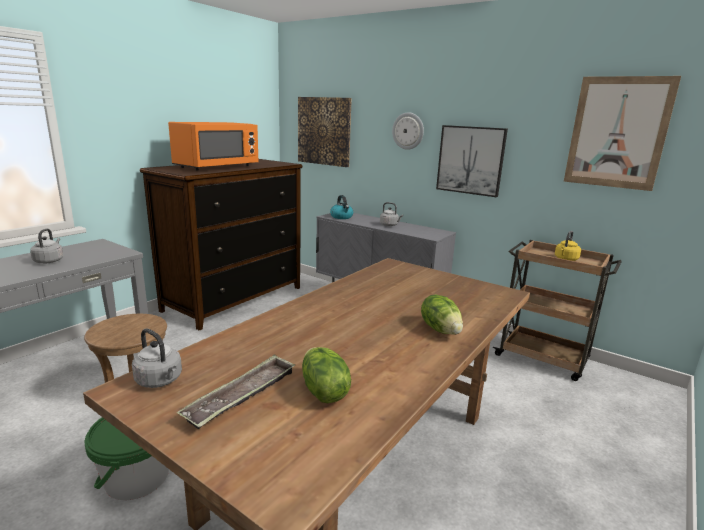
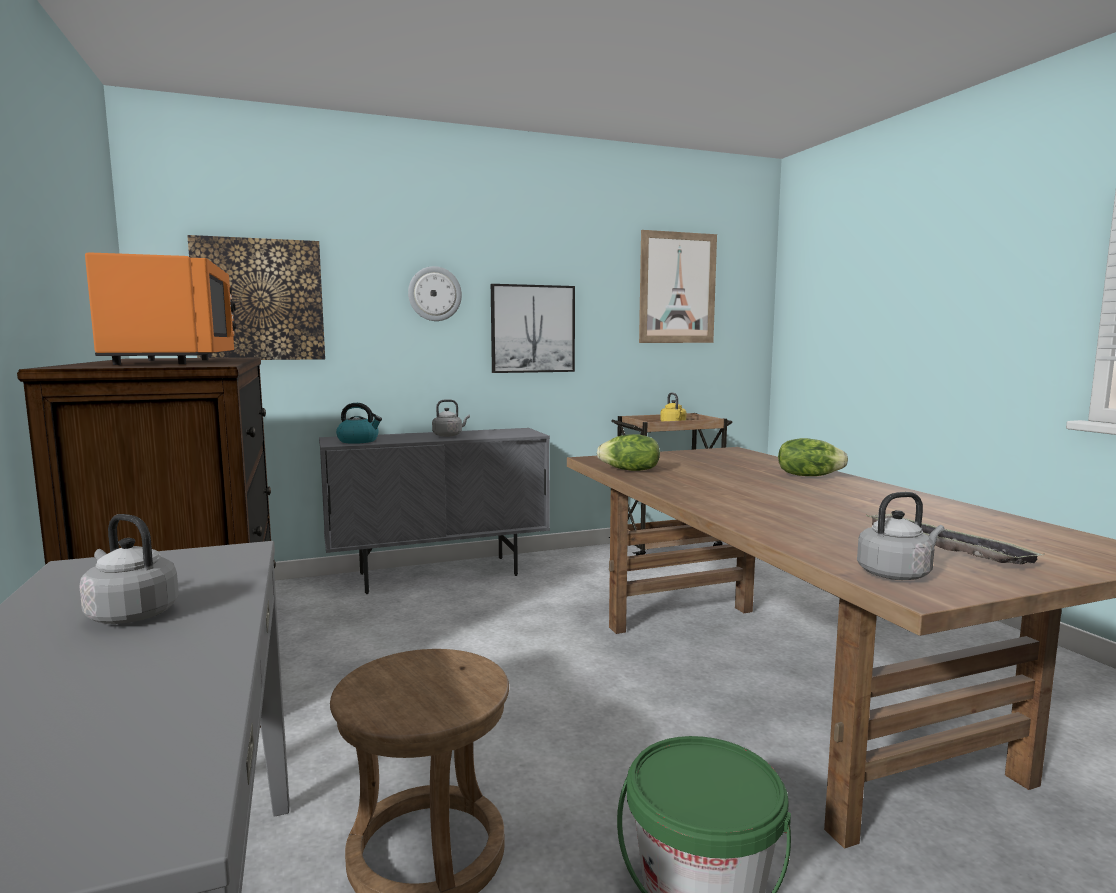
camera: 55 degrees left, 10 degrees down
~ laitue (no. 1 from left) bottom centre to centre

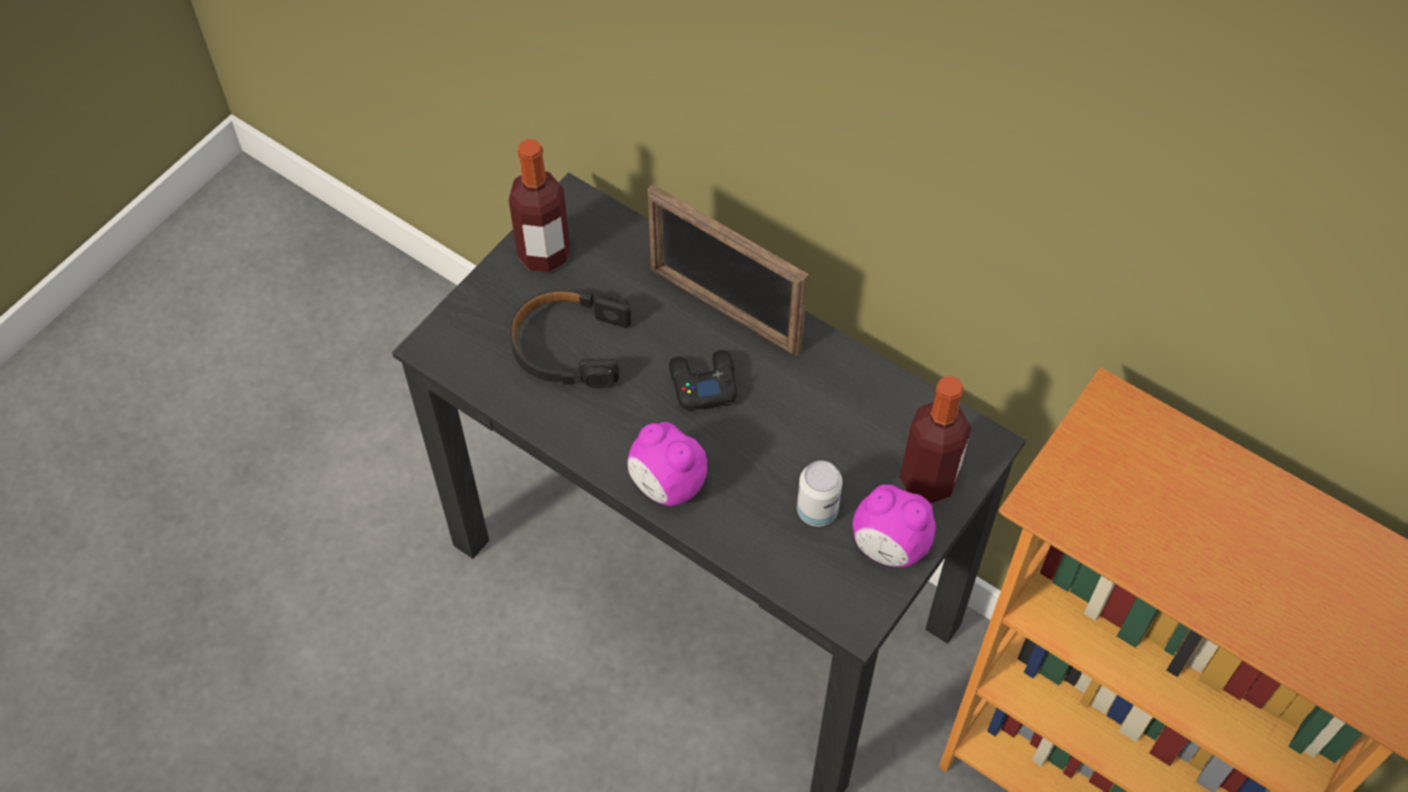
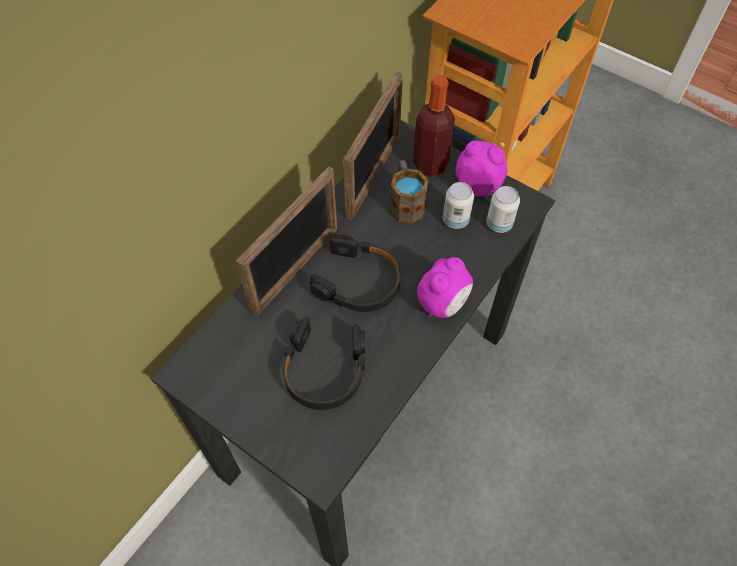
camera: 90 degrees left, 0 degrees up
- bouteille (no. 1 from left) top centre
~ manette (noir) centre to casque audio (noir) (no. 2 from left) centre
~ réveil (no. 2 from left) centre = top centre 90 degrees counterclockwise
+ cadre photo (no. 2 from left) top centre
+ mug centre
+ boîte métallique (no. 2 from left) middle right

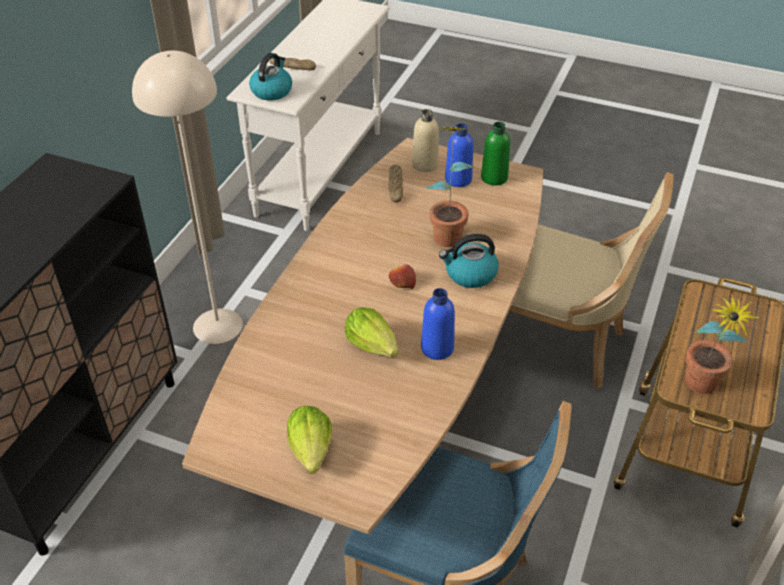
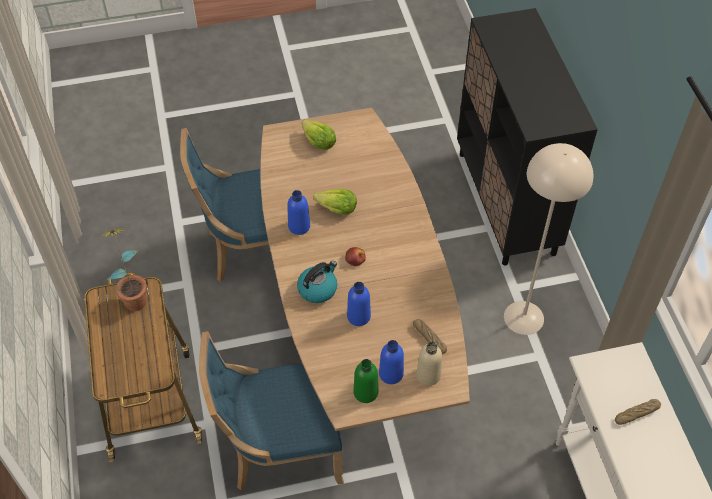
camera: 145 degrees right, 10 degrees up
- bouilloire (no. 1 from left) top centre
~ plante en pot (no. 1 from left) top centre to bouteille (bleu) (no. 2 from left) centre
~ chaise (beige) middle right to chaise (bleu) (no. 2 from left) bottom centre

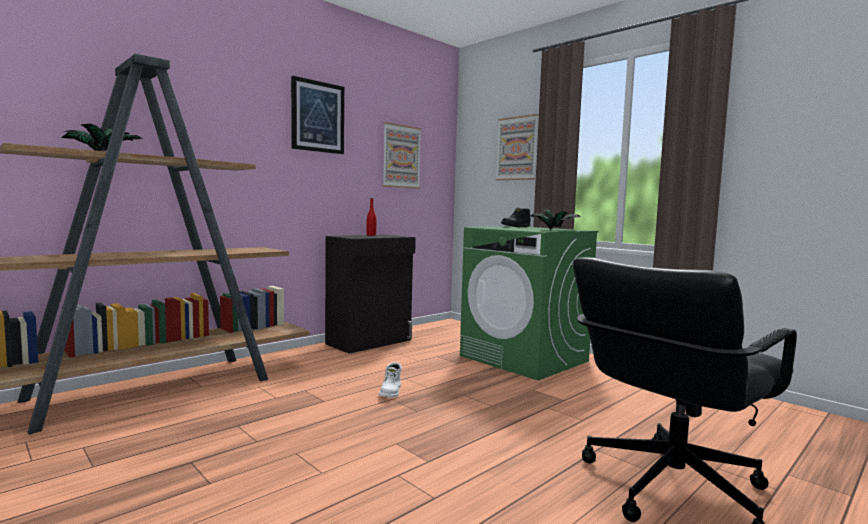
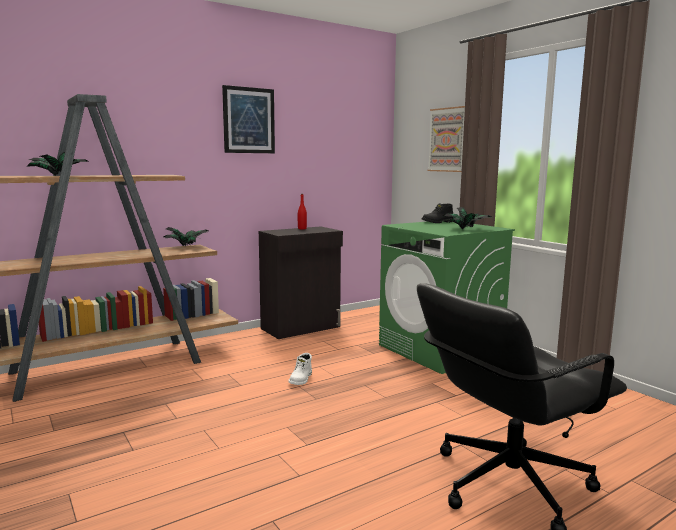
camera: 10 degrees right, 5 degrees up
- tableau (no. 2 from left) top centre
+ plante en pot (no. 2 from left) middle left

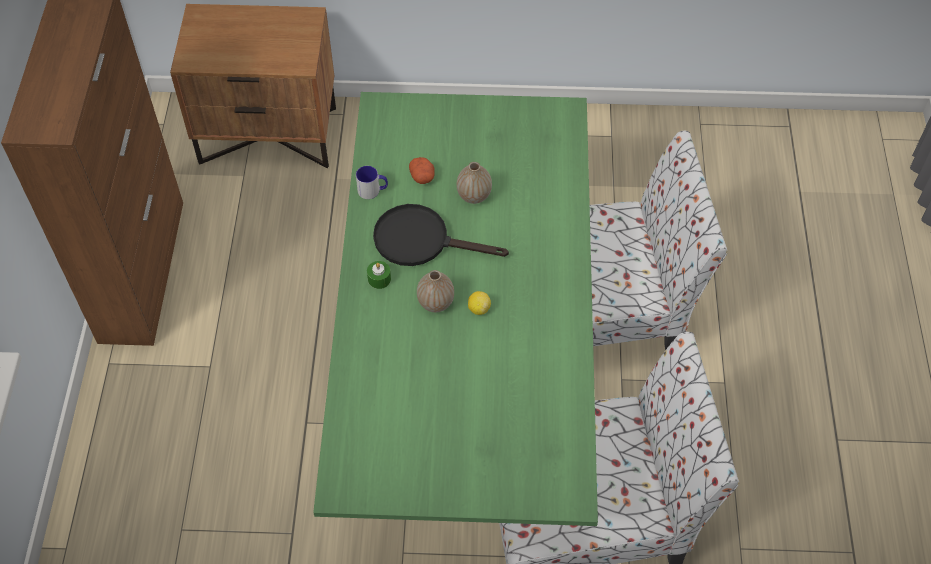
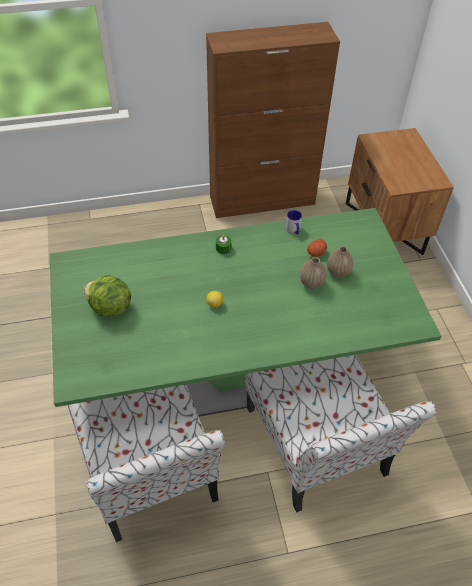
camera: 75 degrees right, 5 degrees down
- poêle (noir) centre
~ vase (no. 1 from left in the first image) centre to vase (no. 2 from left) middle right
+ laitue middle left

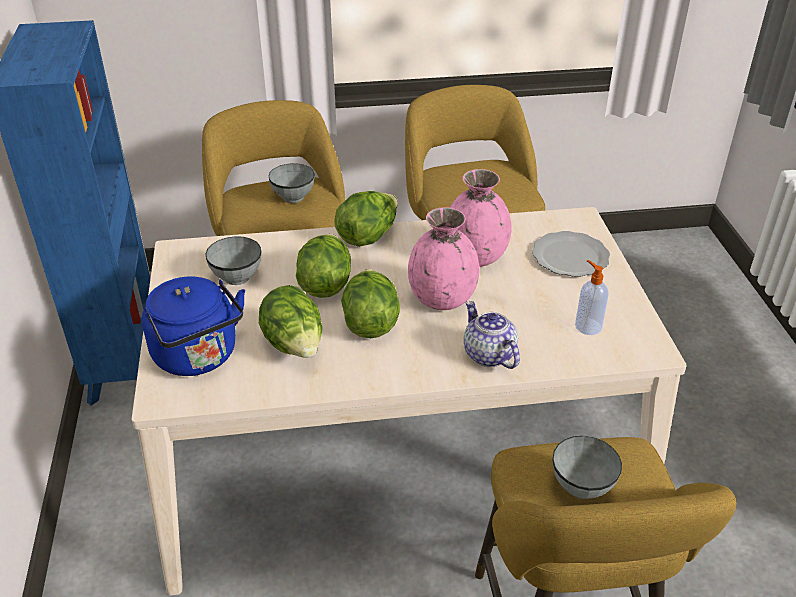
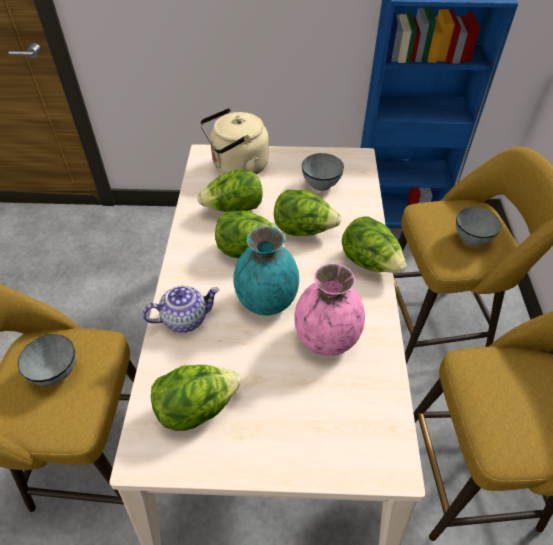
camera: 100 degrees right, 10 degrees up
~ vase (rose) (no. 1 from left) centre to vase (turquoise) centre
- assiette middle right
~ distributeur de savon middle right to laitue (no. 1 from left) bottom centre
~ bouilloire (bleu) middle left to bouilloire (beige) top centre

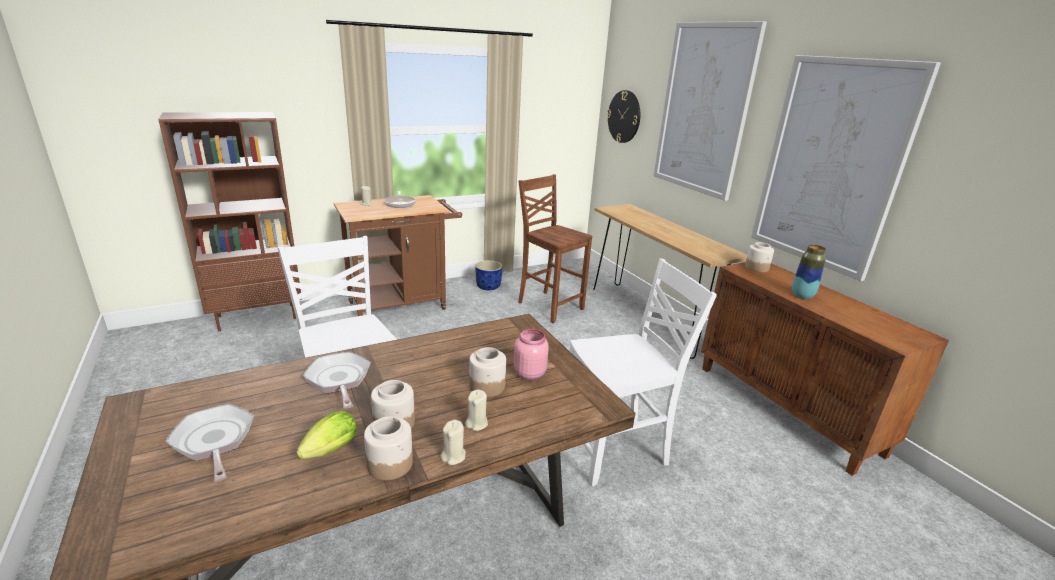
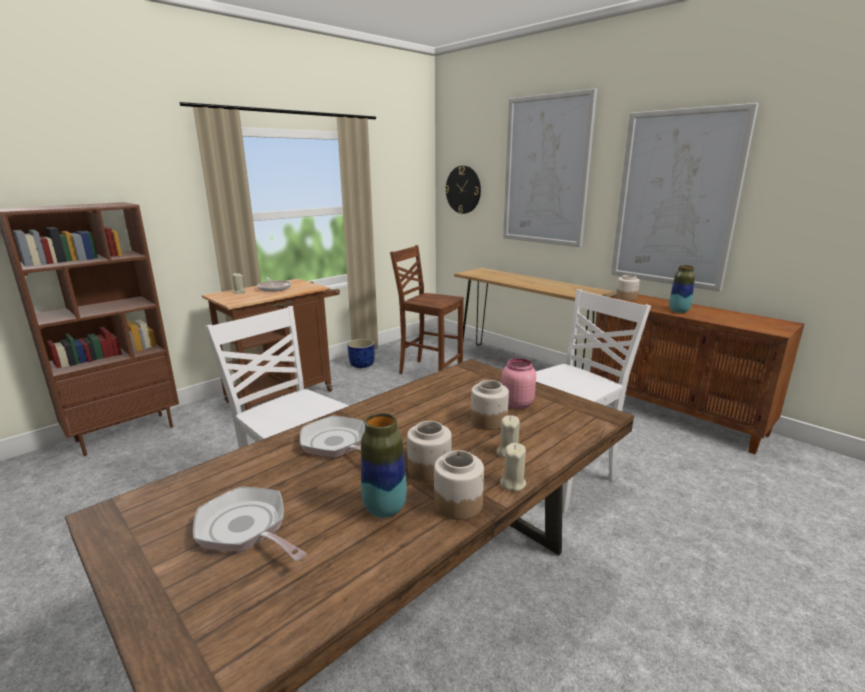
camera: 15 degrees left, 5 degrees down
~ laitue bottom left to vase (no. 1 from left) bottom centre

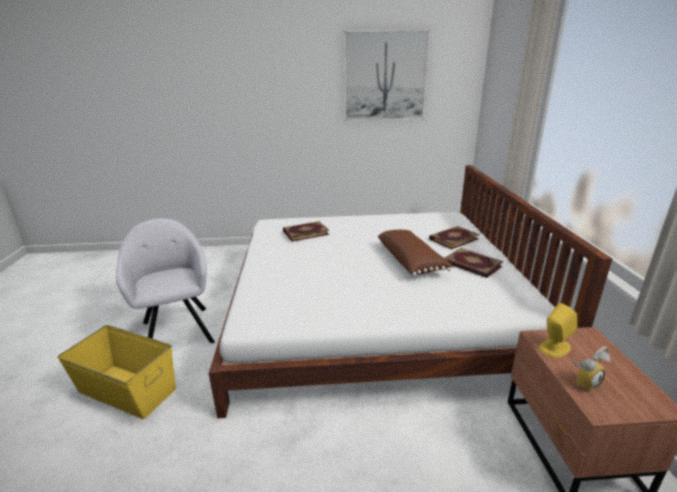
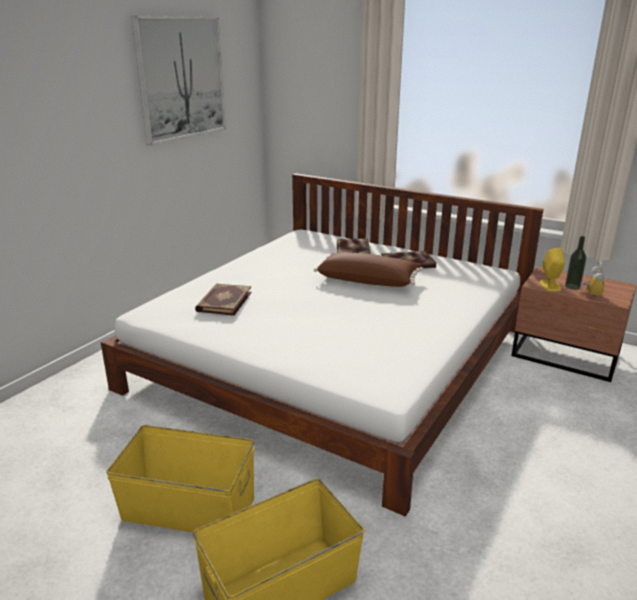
camera: 55 degrees left, 0 degrees up
~ fauteuil (gris) middle left to boîte de rangement (jaune) (no. 1 from left) bottom left
+ bouteille middle right

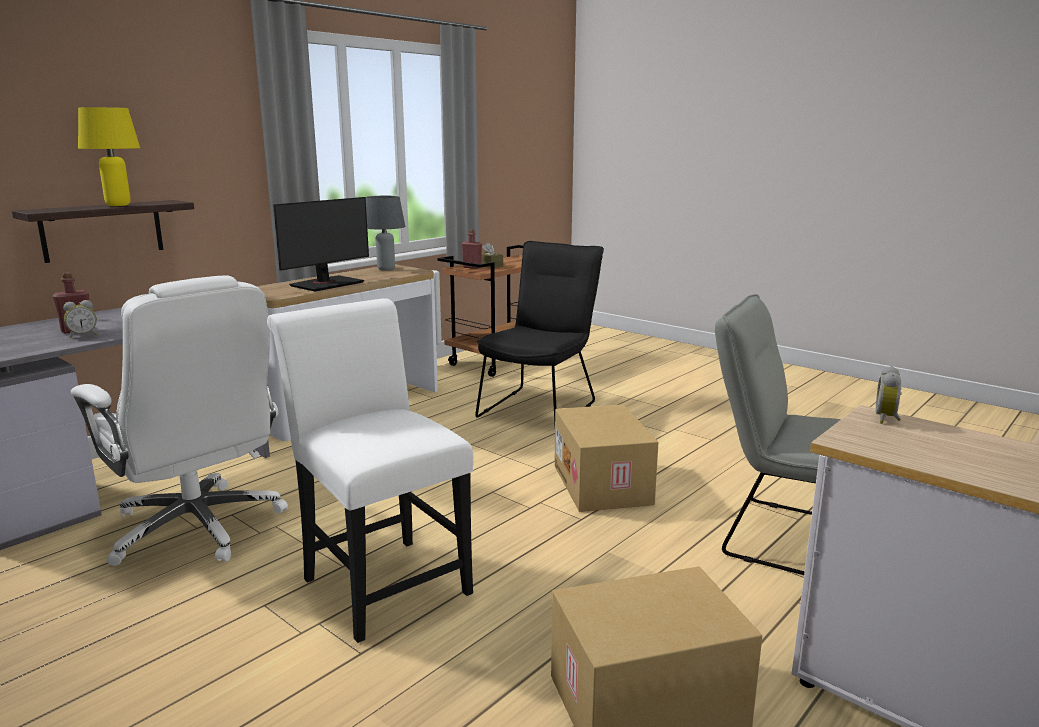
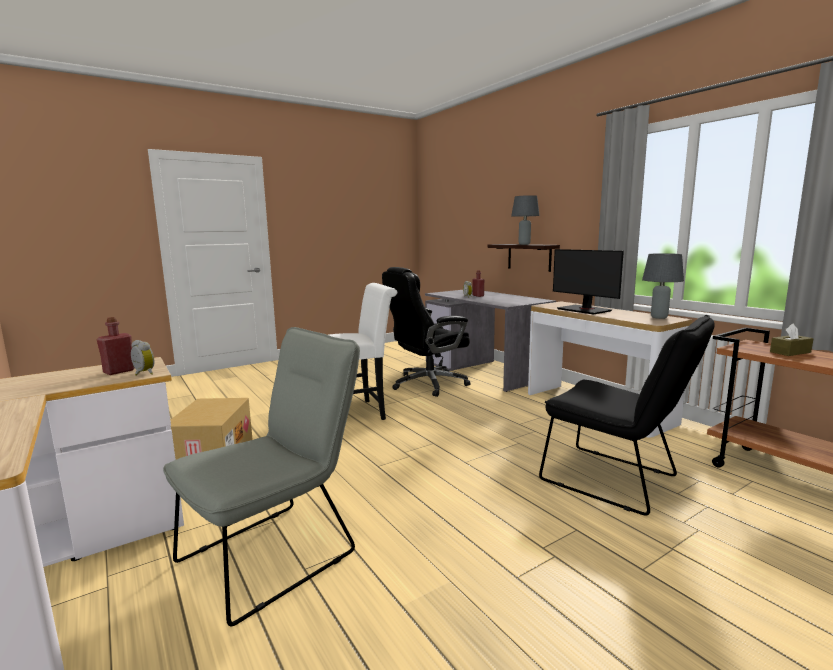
camera: 105 degrees right, 5 degrees down
~ lampe de table (jaune) top left to lampe de table (gris) (no. 1 from left) top centre
~ bouteille (rouge) (no. 2 from left in the first image) centre to bouteille (rouge) (no. 1 from left) middle left
~ chaise de bureau (blanc) middle left to chaise de bureau (noir) centre
- carton (no. 1 from left) centre

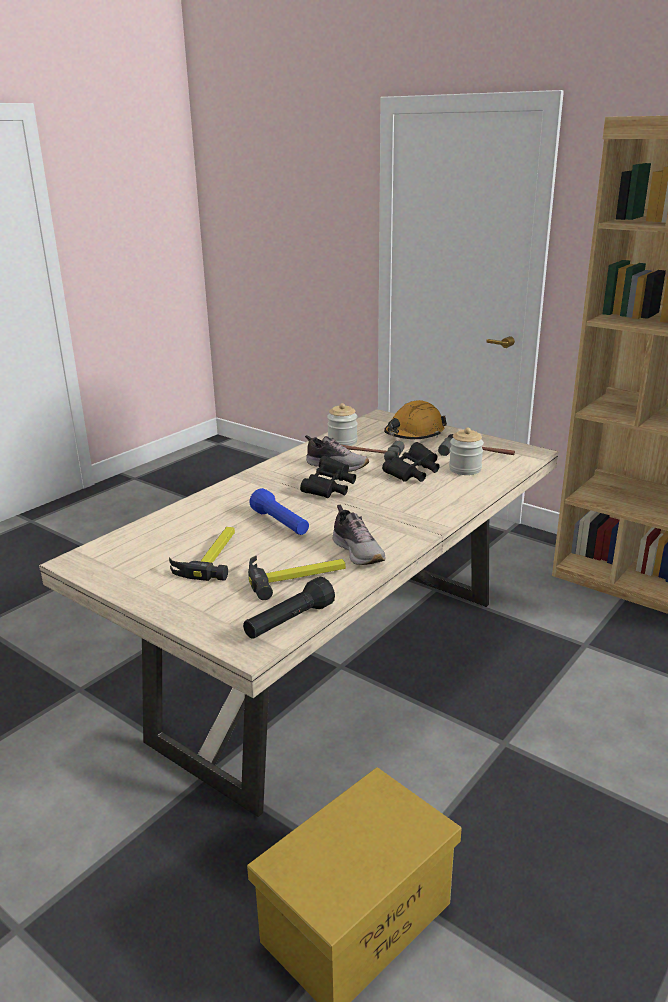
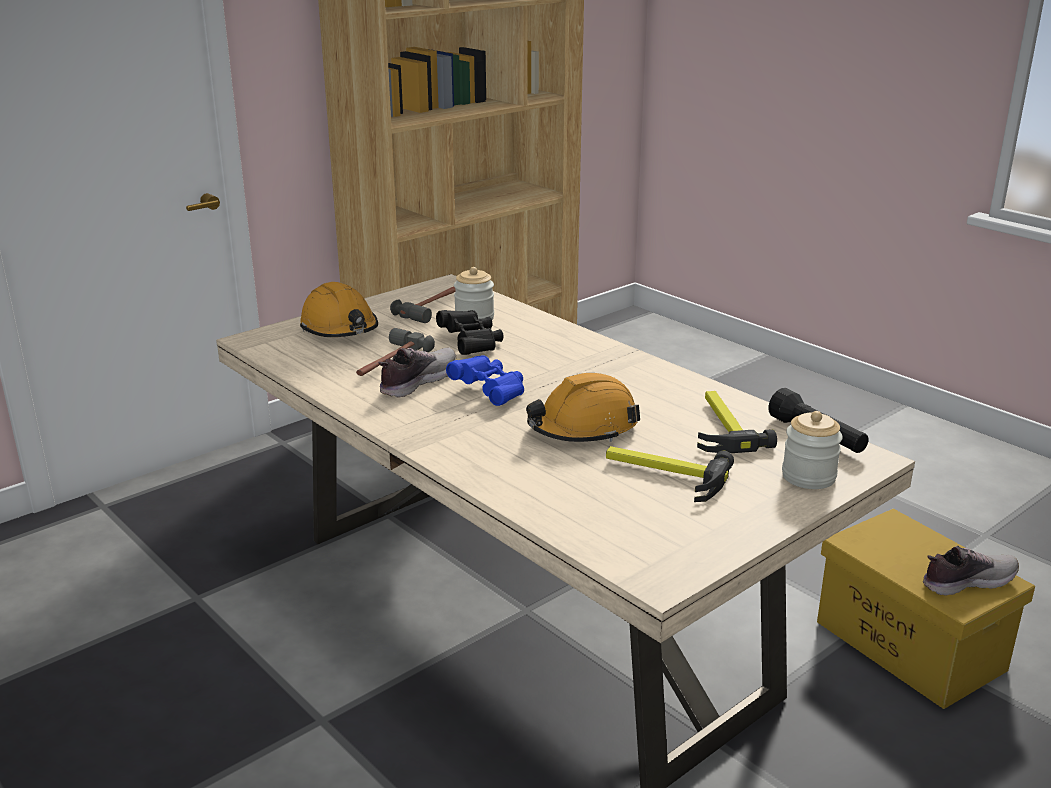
camera: 80 degrees left, 0 degrees up
~ bocal (no. 1 from left in the first image) centre to bocal (no. 2 from left) middle right
~ jumelles (noir) (no. 1 from left) centre to jumelles (bleu) centre
~ lampe de poche (bleu) centre to casque de chantier (orange) (no. 2 from left) centre
~ chaussure (no. 2 from left) centre to bottom right

